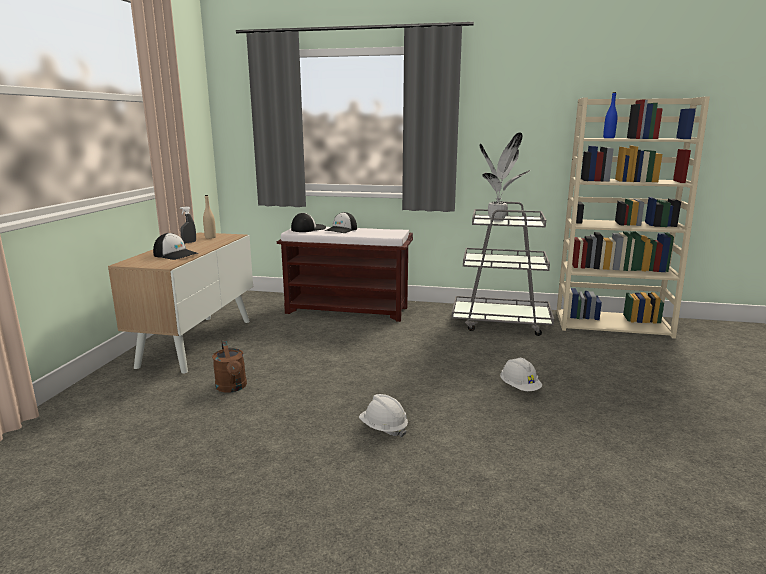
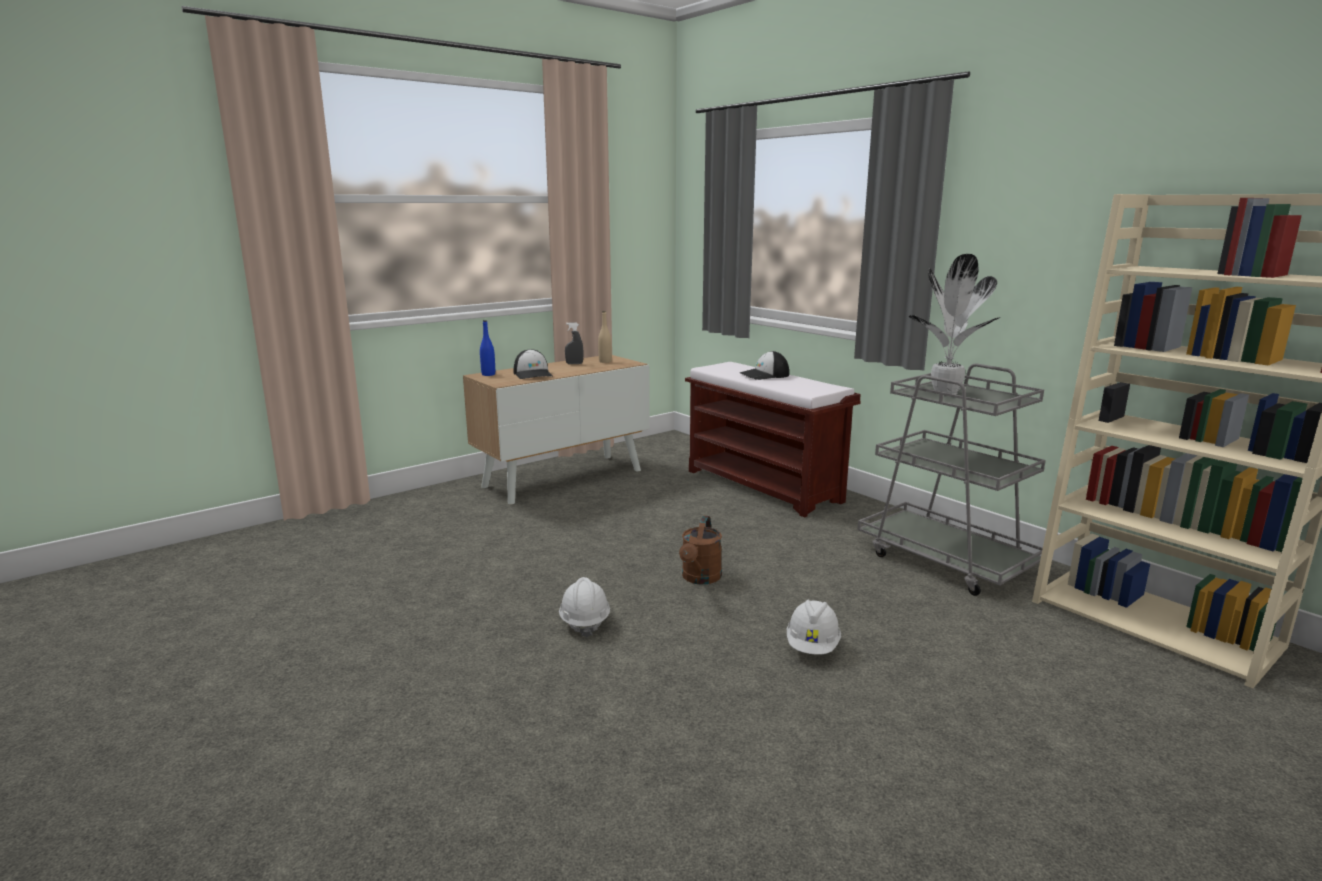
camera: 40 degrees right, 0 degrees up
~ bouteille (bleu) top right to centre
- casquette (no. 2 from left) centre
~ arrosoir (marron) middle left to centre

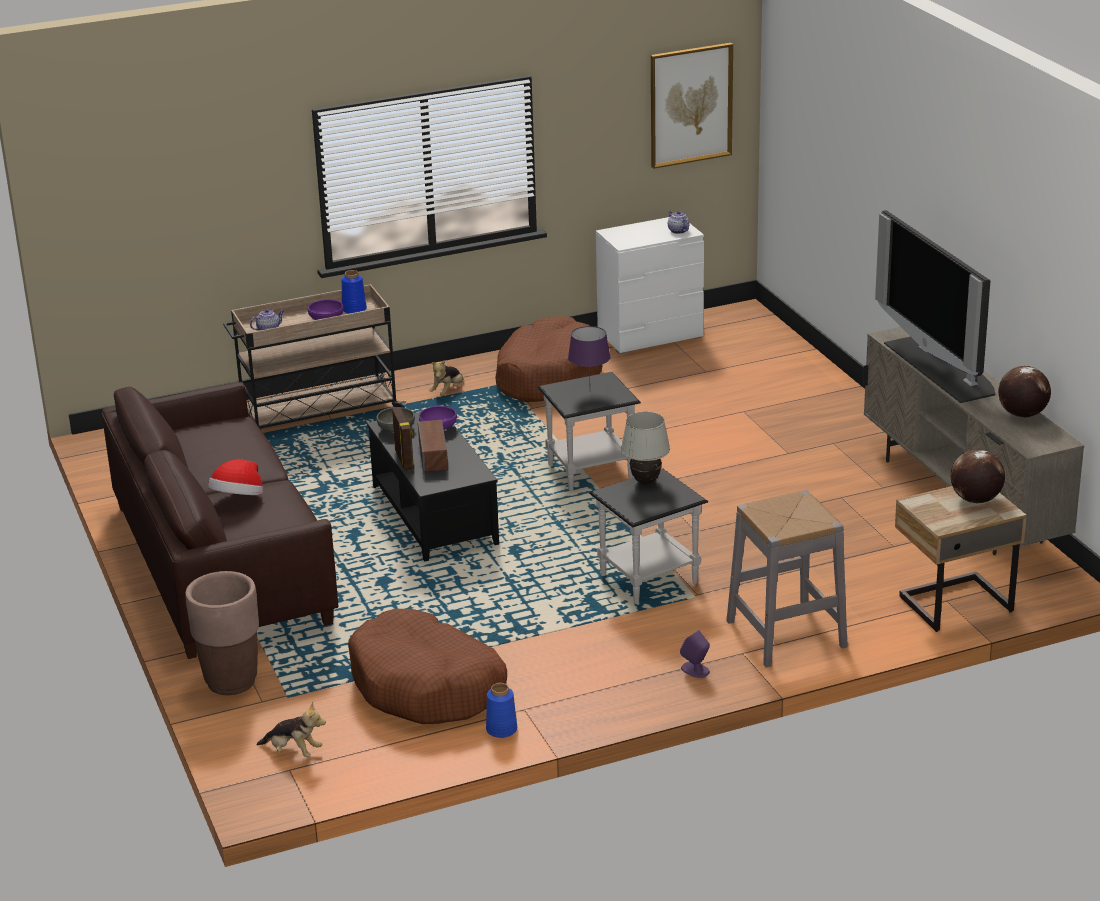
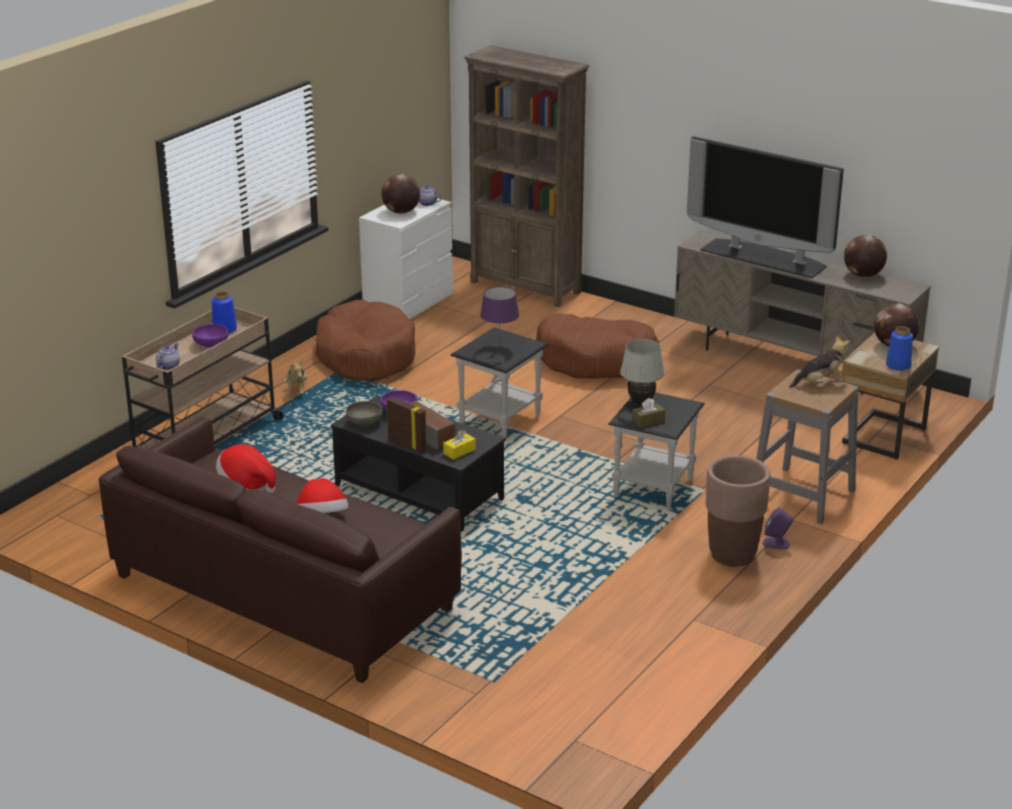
camera: 35 degrees left, 0 degrees up
- tableau top centre
~ cache-pot (marron) bottom left to middle right
~ panier pour chien (marron) (no. 1 from left in the first image) bottom centre to panier pour chien (marron) (no. 2 from left) centre
~ vase (bleu) (no. 2 from left) bottom centre to middle right
~ peluche (no. 1 from left in the first image) bottom left to peluche (no. 2 from left) middle right
+ bibliothèque (marron) top centre
+ globe (no. 1 from left) top centre
+ boîte à mouchoirs (marron) centre
+ boîte à mouchoirs (jaune) centre
+ chapeau (no. 1 from left) middle left

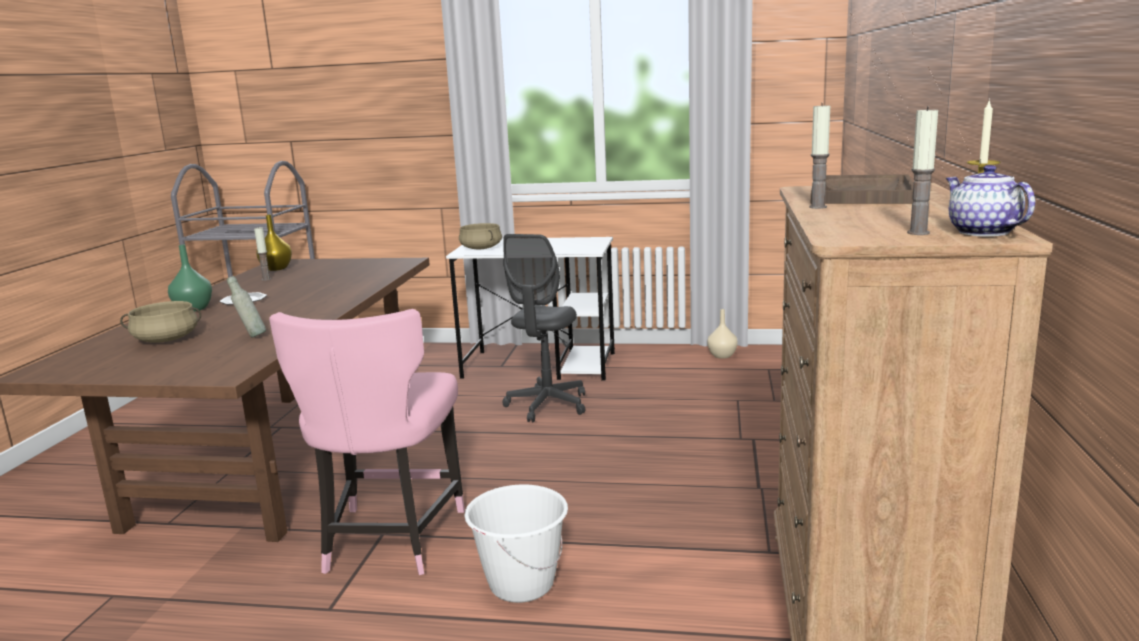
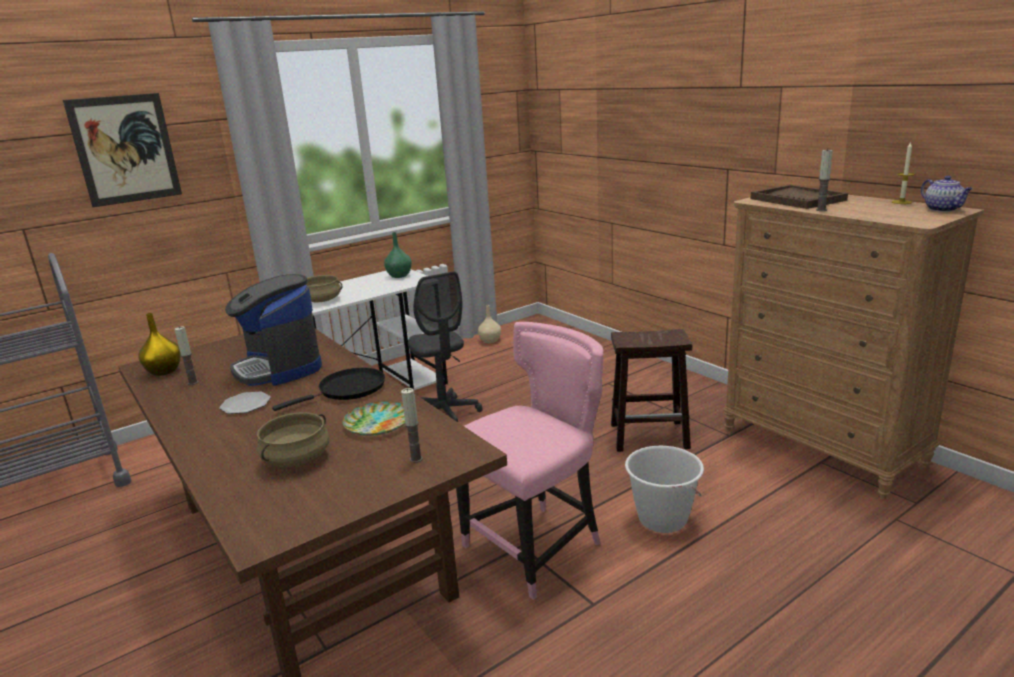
camera: 45 degrees left, 5 degrees up
~ bougie (no. 3 from left in the first image) top right to bougie (no. 2 from left) centre
~ théière top right = top right 135 degrees counterclockwise
~ vase (vert) middle left to centre
~ bouteille (gris) middle left to assiette (no. 2 from left) centre
~ chaise (rose) bottom left = bottom centre 90 degrees counterclockwise
+ tableau top left
+ machine à café middle left
+ tabouret (marron) centre
+ poêle (noir) middle left

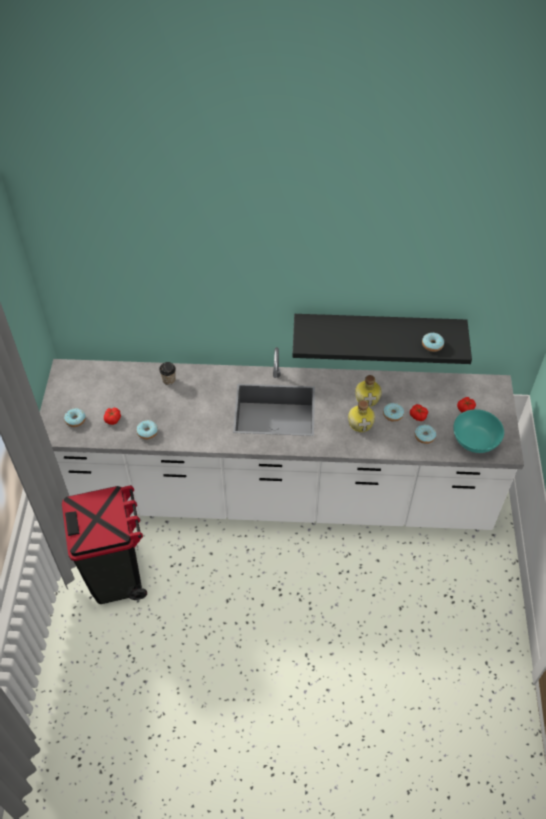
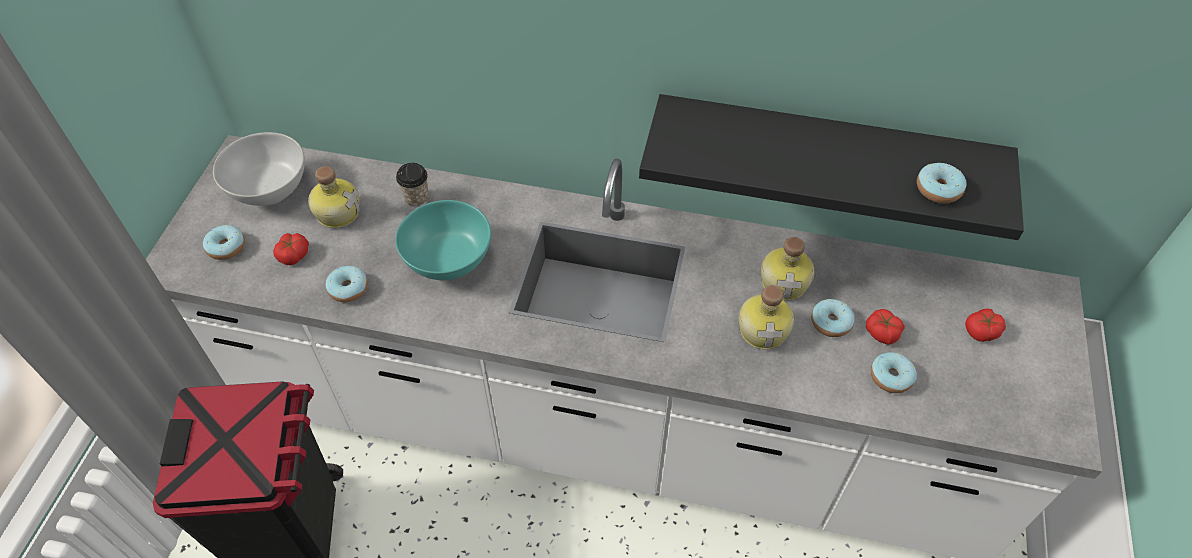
camera: 10 degrees right, 0 degrees up
~ bol (turquoise) middle right to centre
+ bol (blanc) top left
+ bouteille (no. 1 from left) middle left

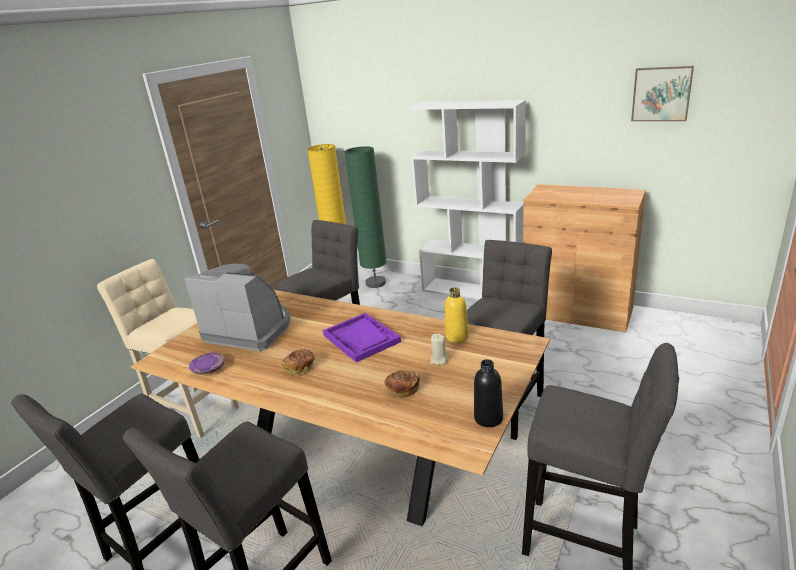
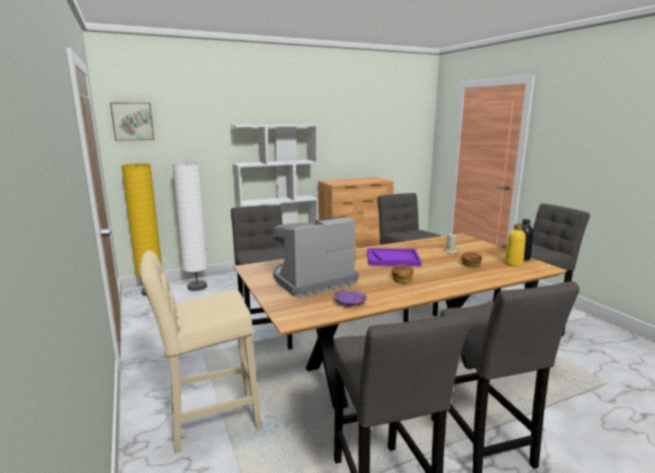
camera: 55 degrees left, 10 degrees down
~ tableau top right to top left
~ lampadaire (vert) centre to lampadaire (blanc) middle left
~ bouteille (jaune) centre to middle right

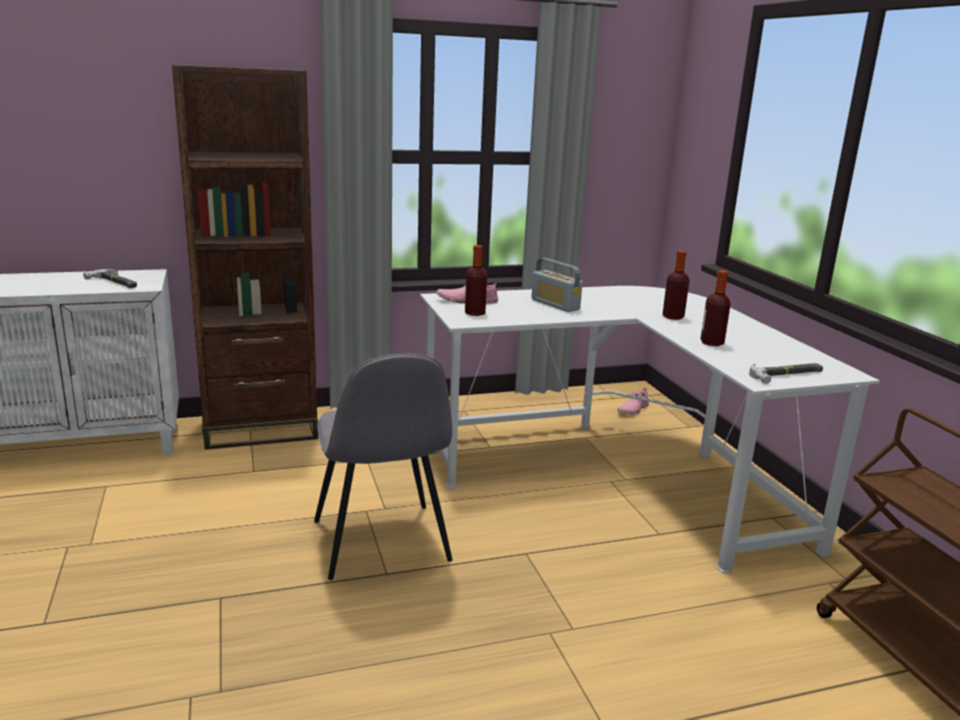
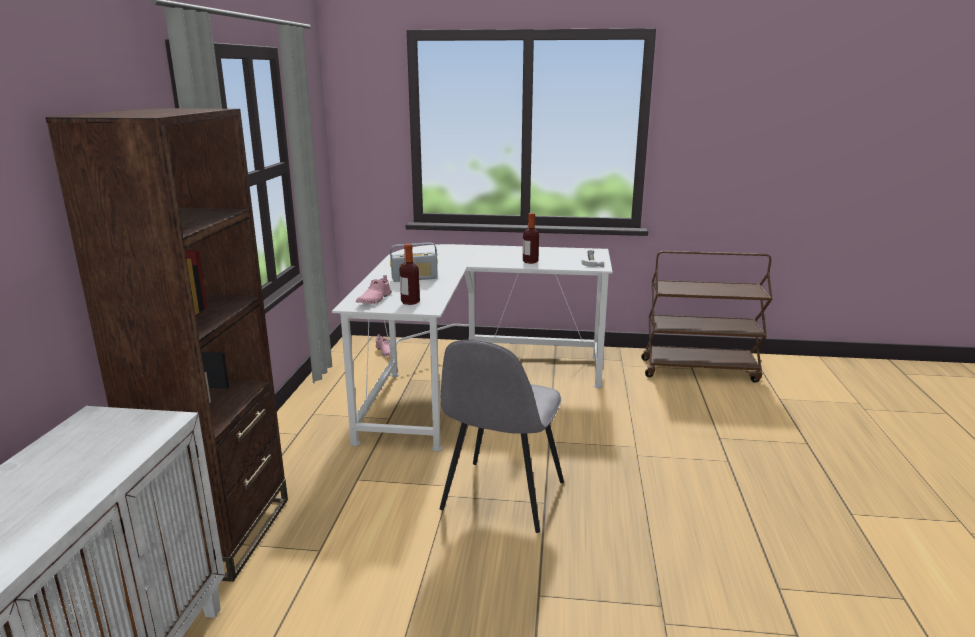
camera: 65 degrees left, 0 degrees up
- bouteille (no. 2 from left) middle right
- marteau (no. 1 from left) middle left
~ chaise (gris) centre = bottom centre 105 degrees clockwise

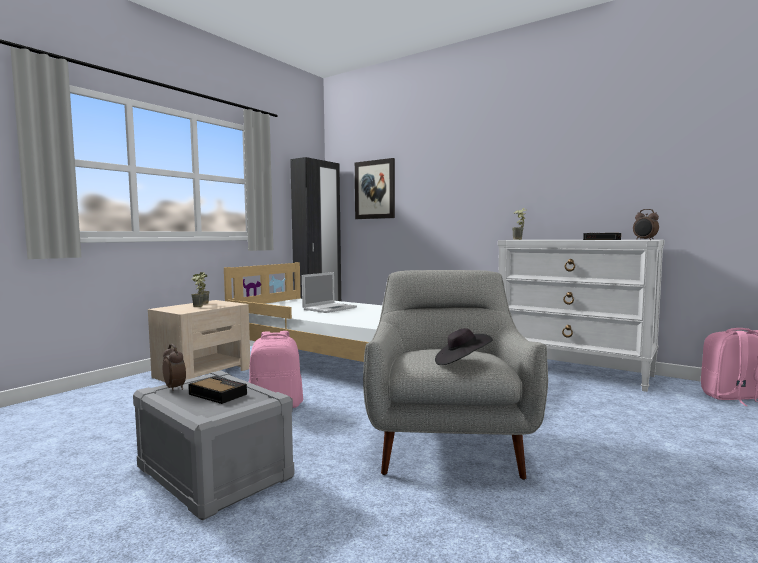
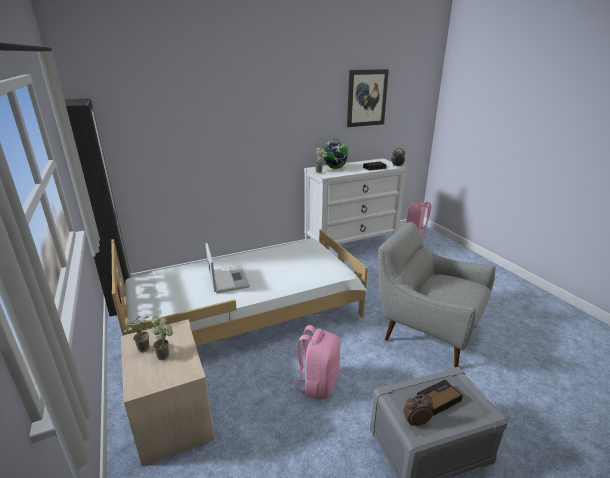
camera: 60 degrees left, 20 degrees up
~ tableau centre to top centre
- chapeau (noir) centre
+ globe top centre

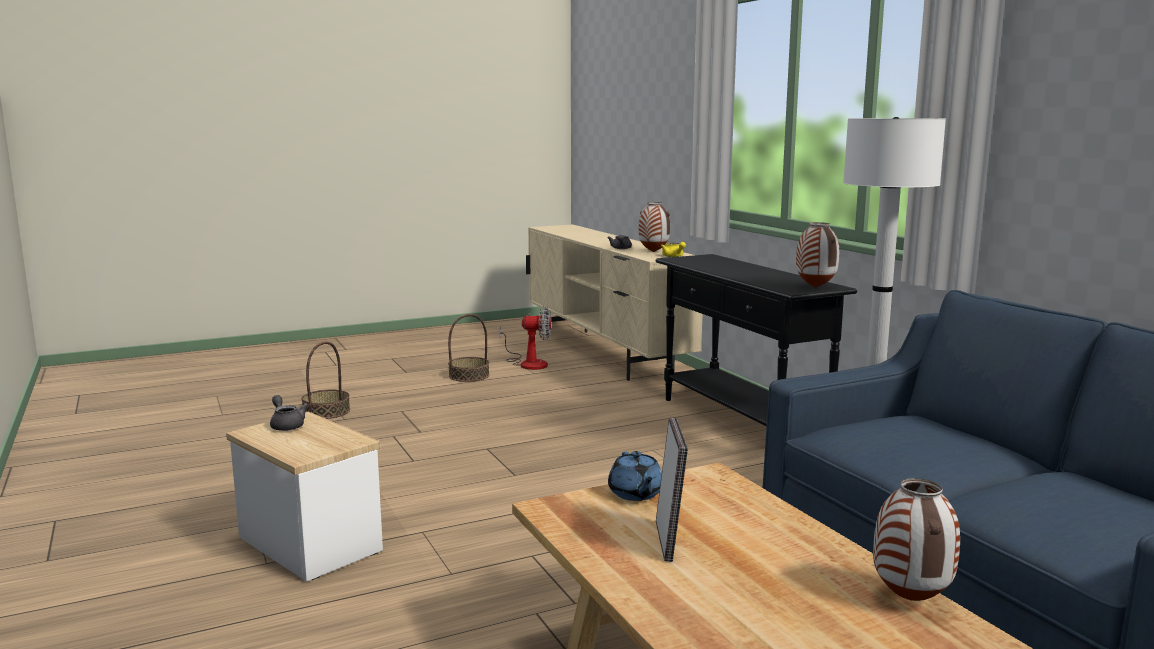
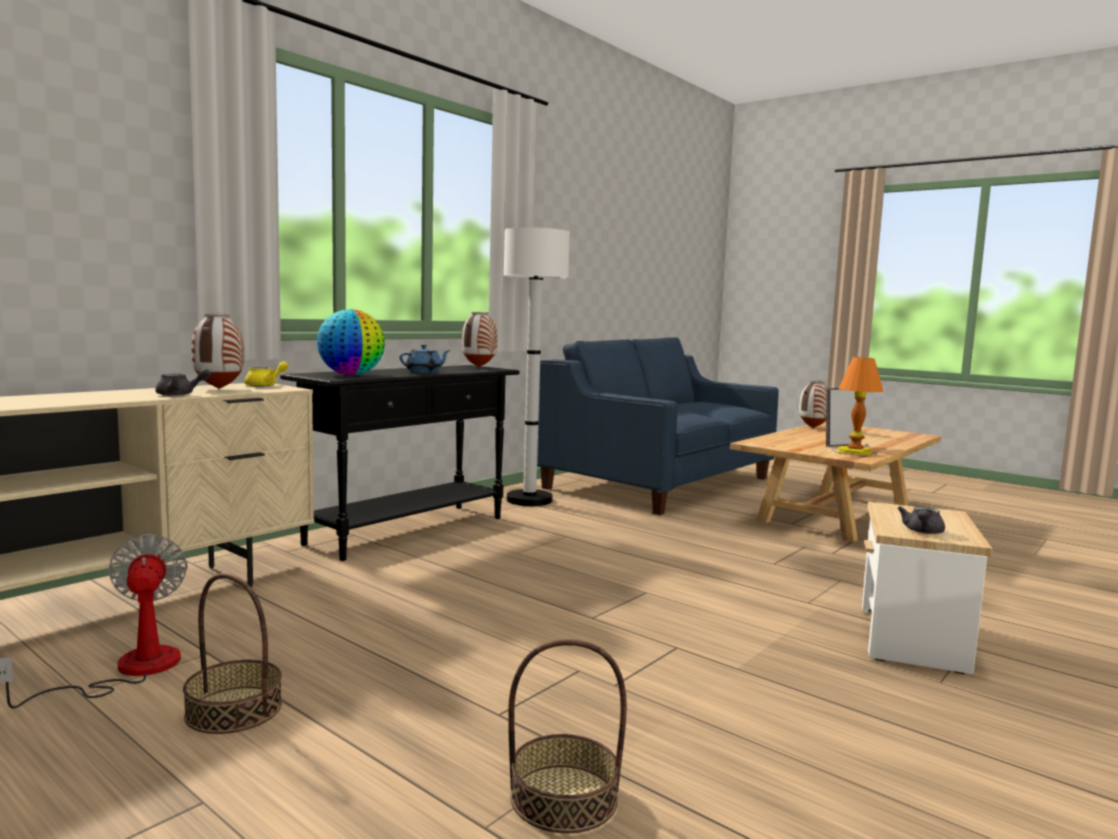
camera: 115 degrees left, 5 degrees down
~ théière (bleu) bottom centre to centre
+ globe middle left
+ lampe de table middle right

